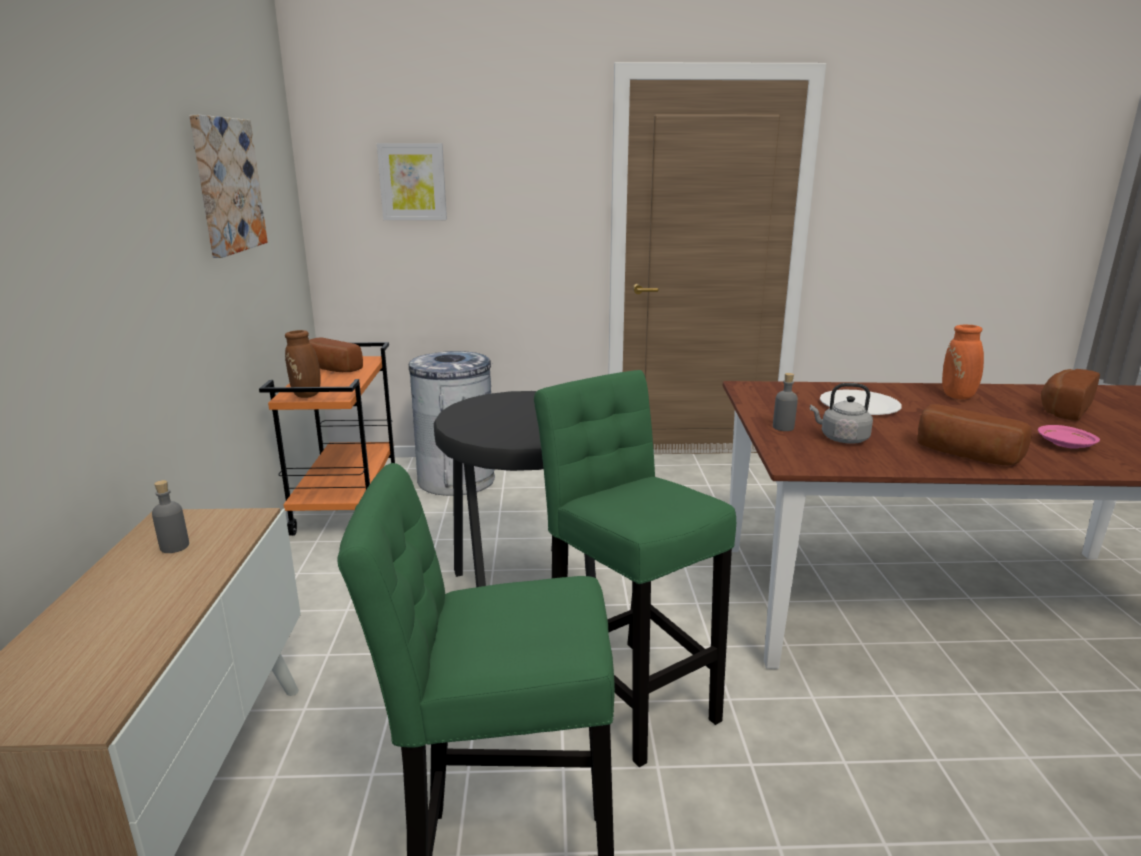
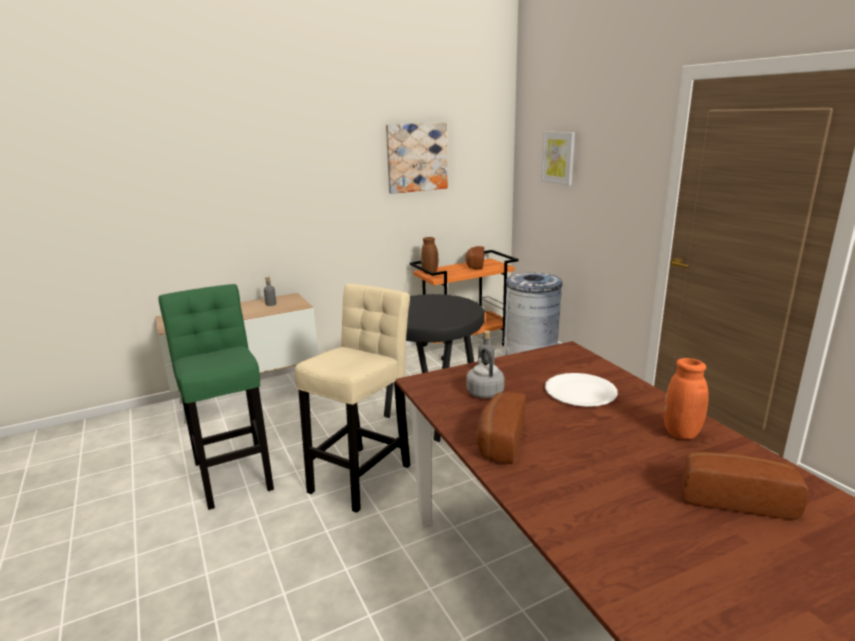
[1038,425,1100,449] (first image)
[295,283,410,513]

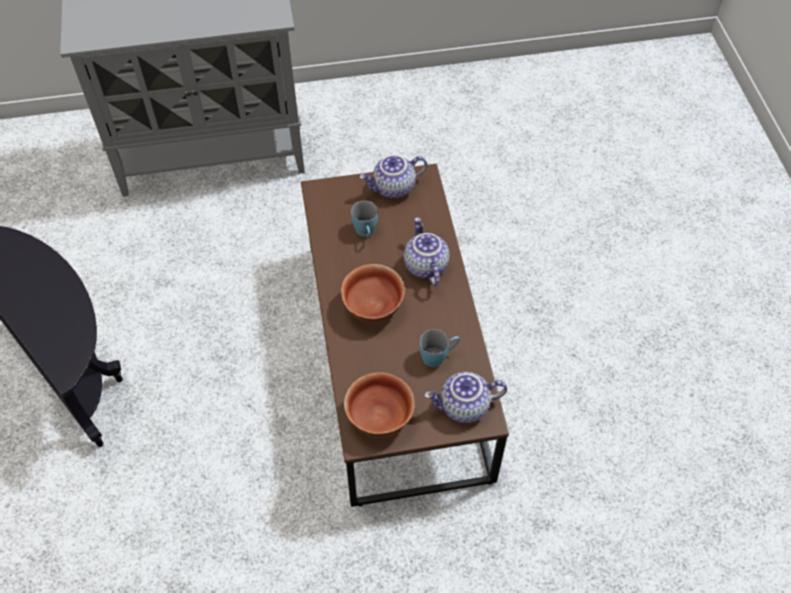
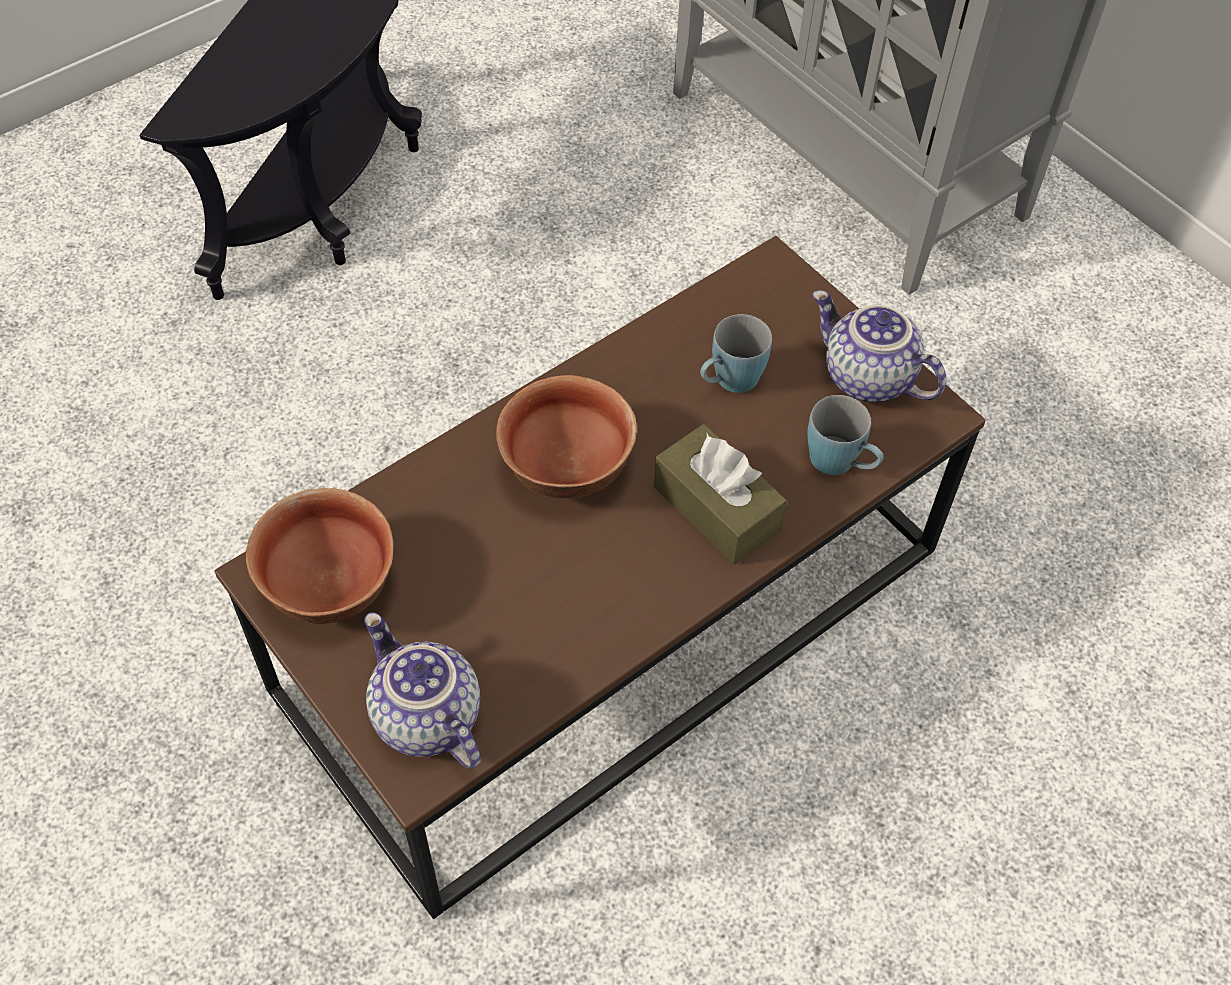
[807,395,884,475]
[654,424,787,565]

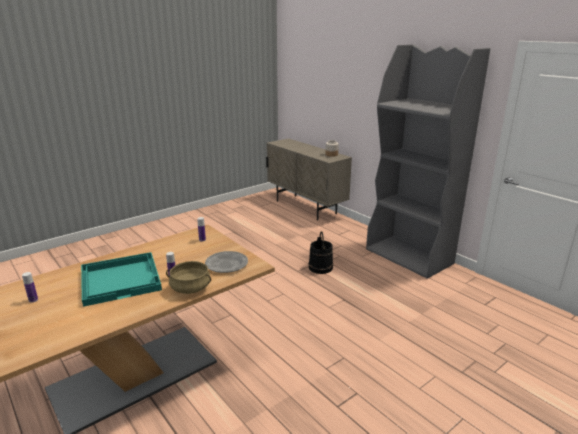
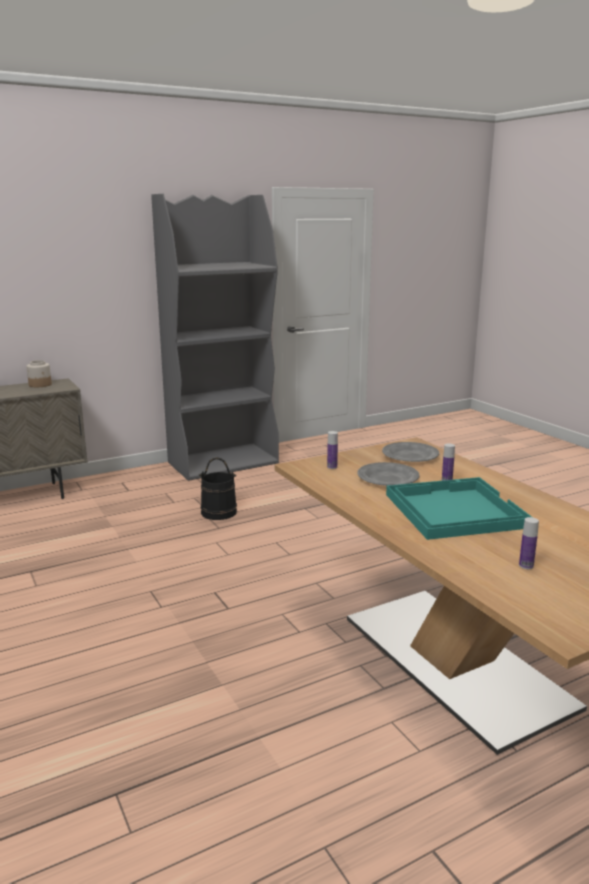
[166,261,211,294] (first image)
[357,462,420,486]

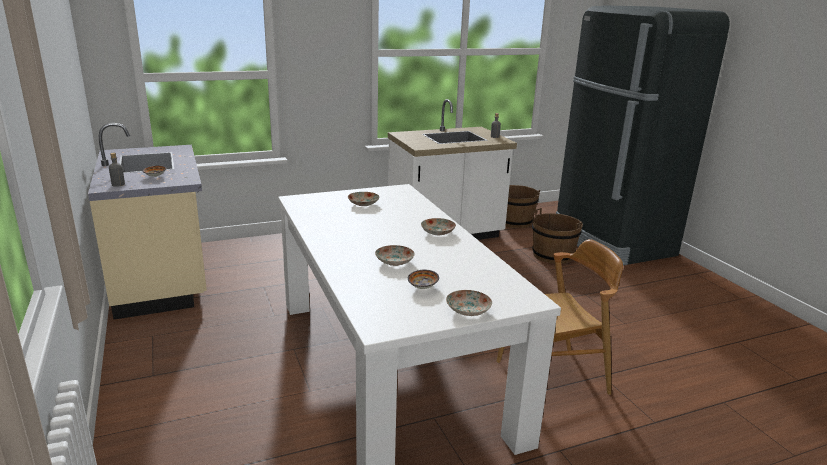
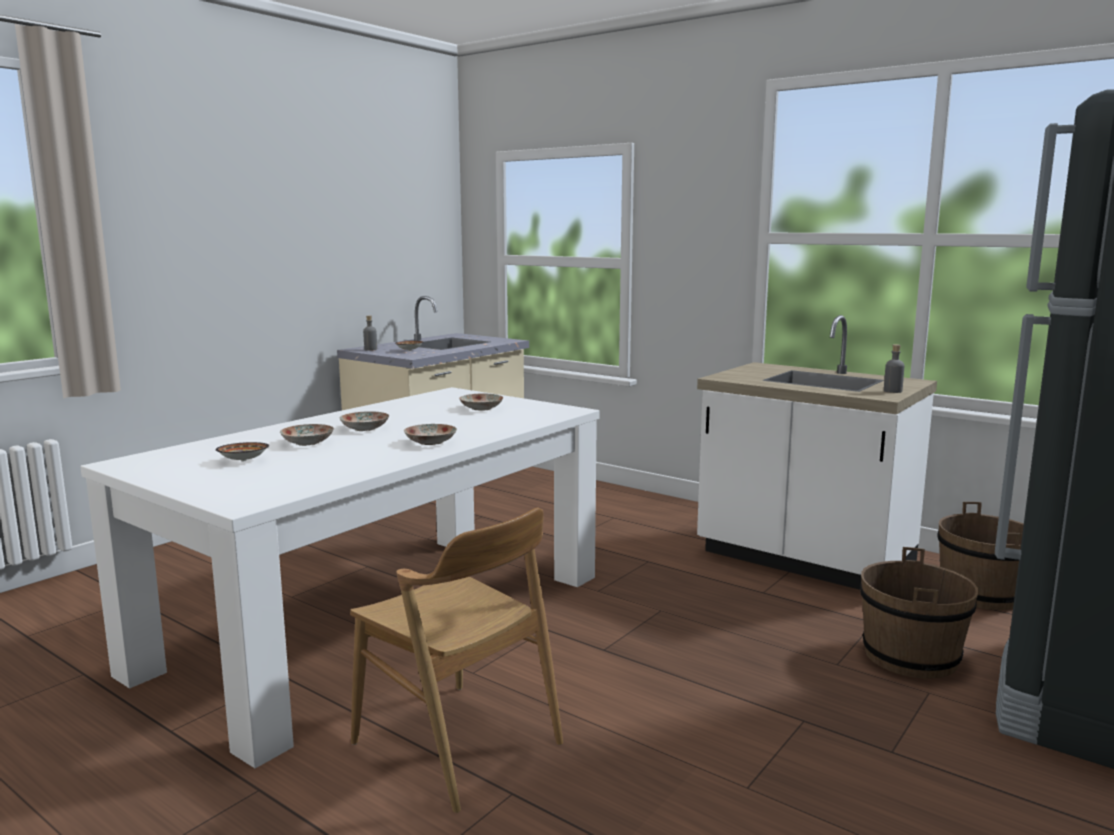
[340,411,389,431]

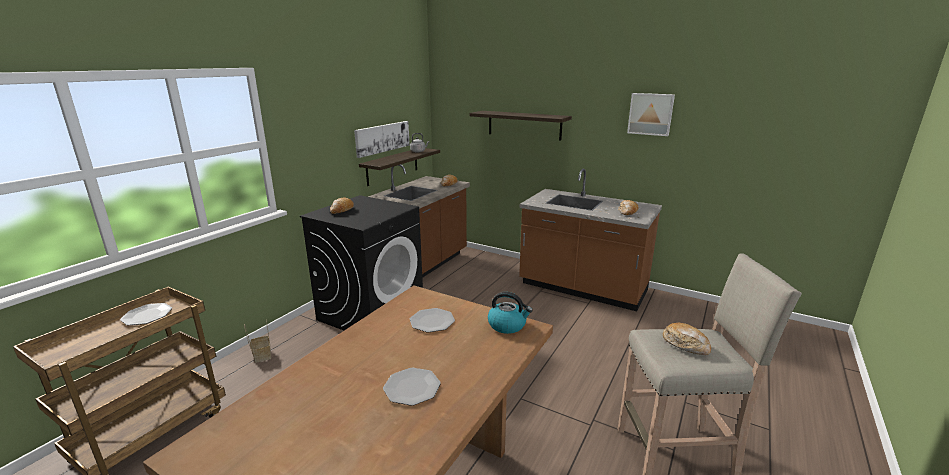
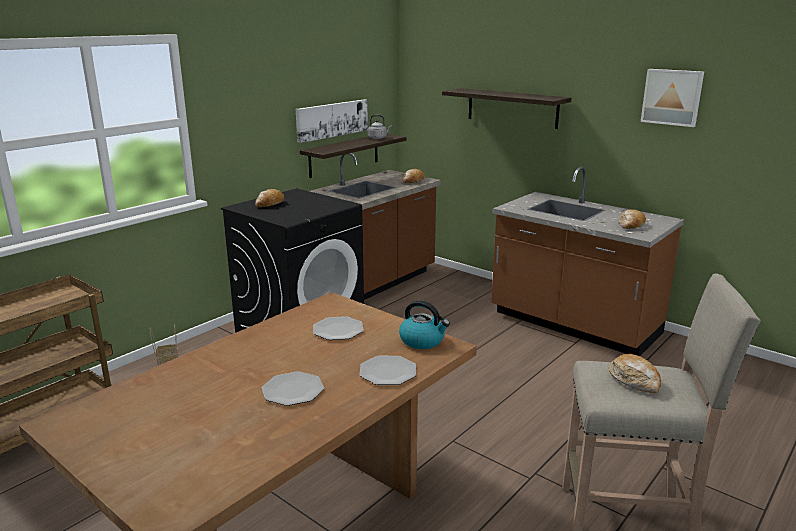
[359,356,416,385]

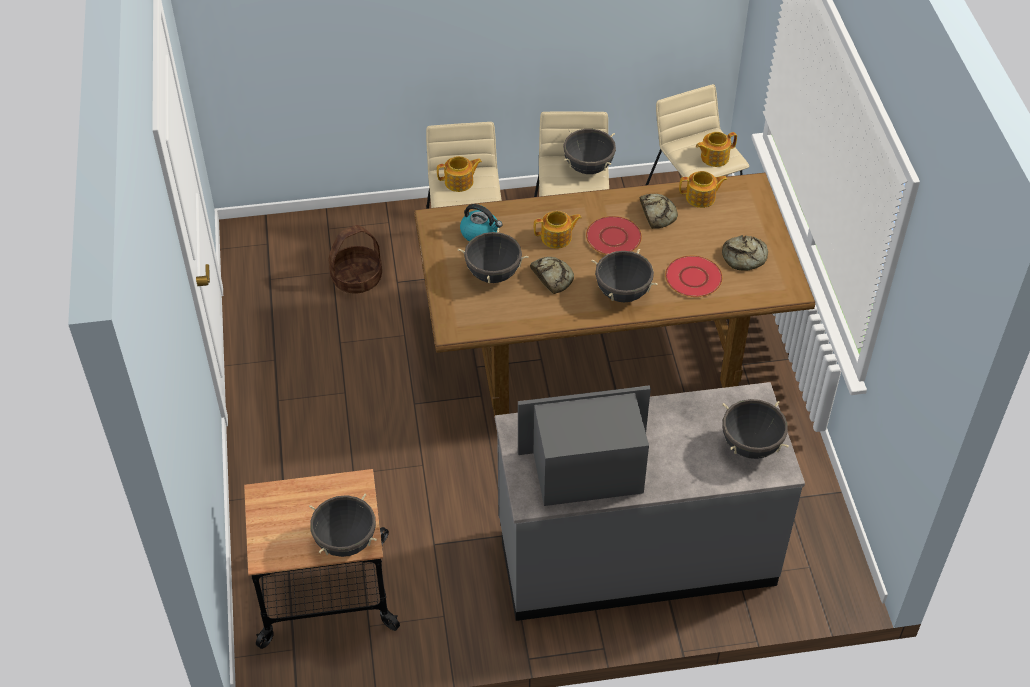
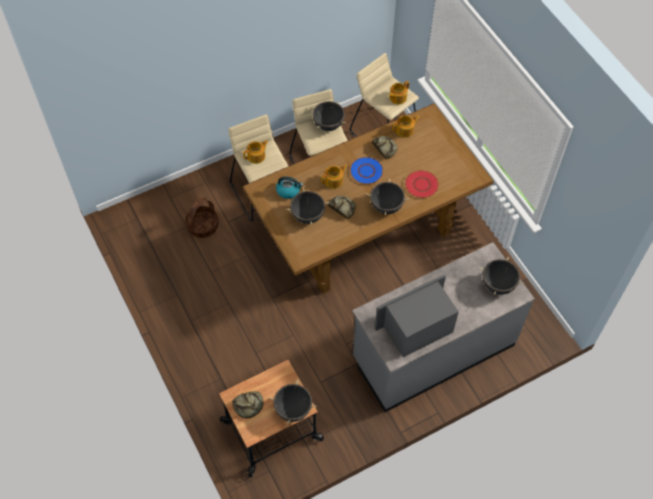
[232,391,263,419]
[350,157,384,184]

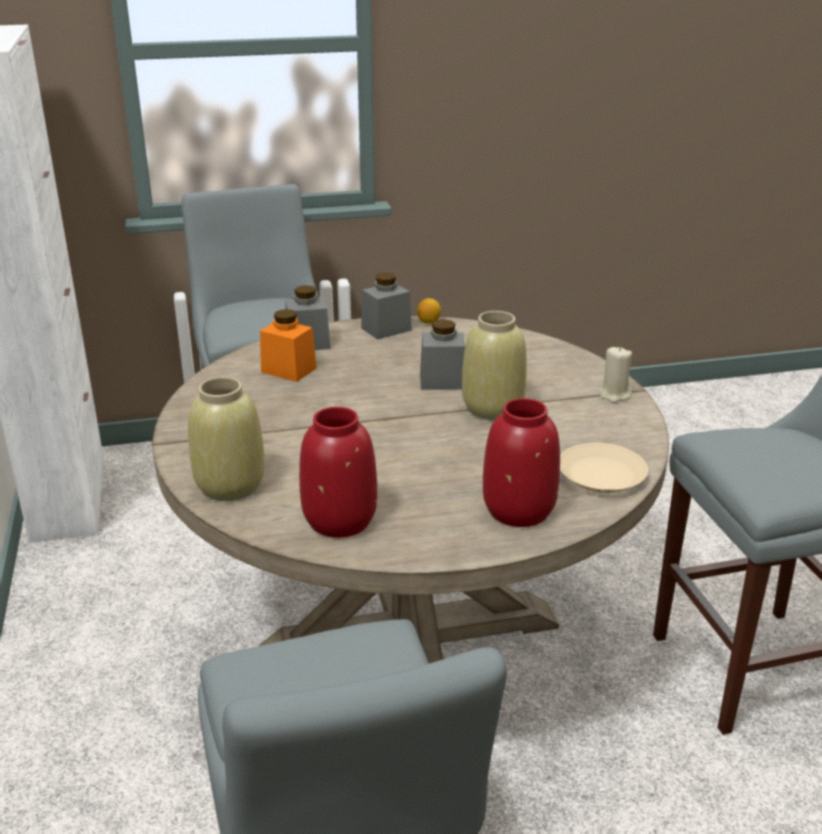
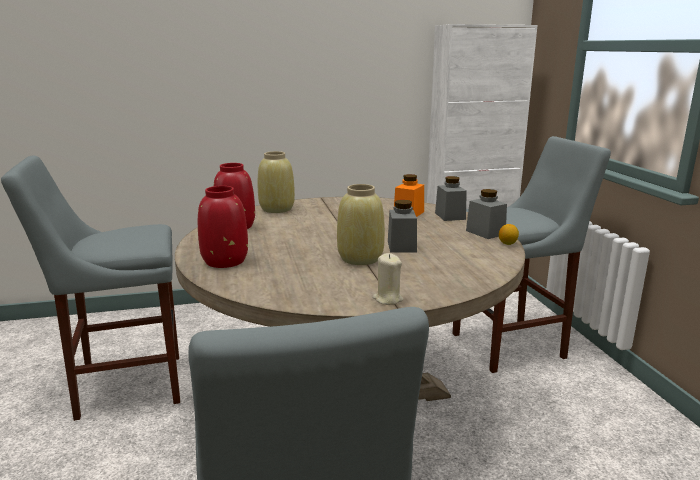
[560,443,648,493] (first image)

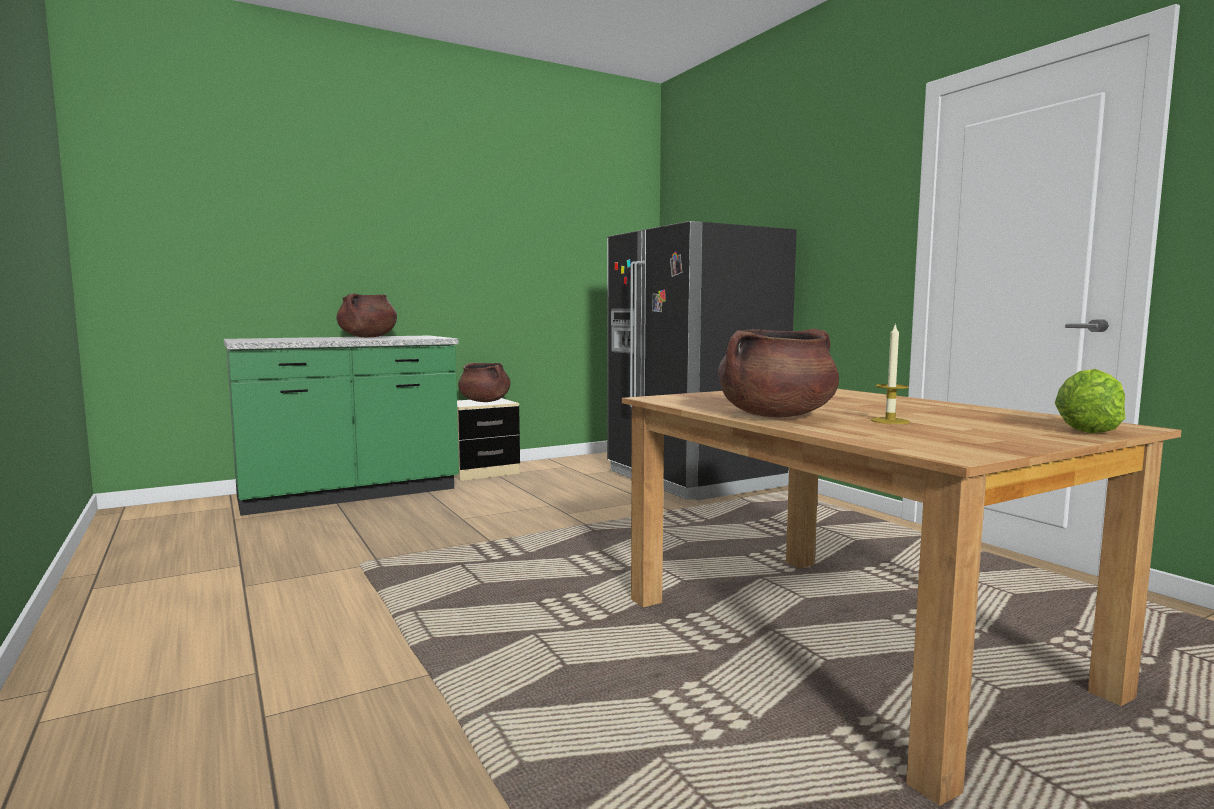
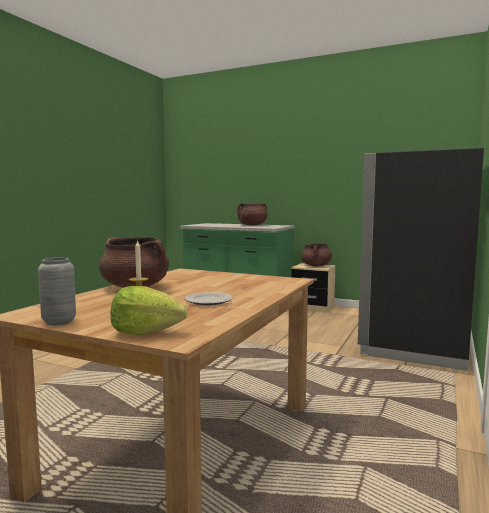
[38,258,76,325]
[185,292,233,305]

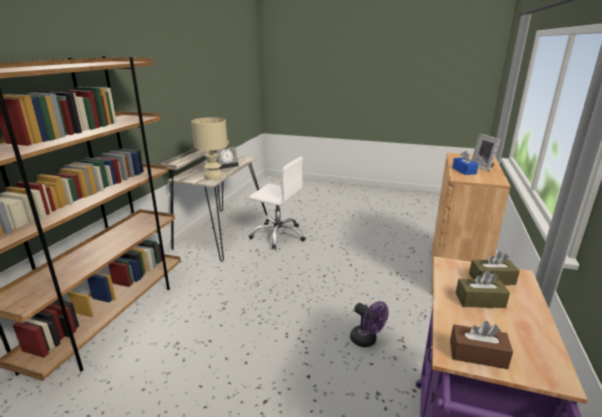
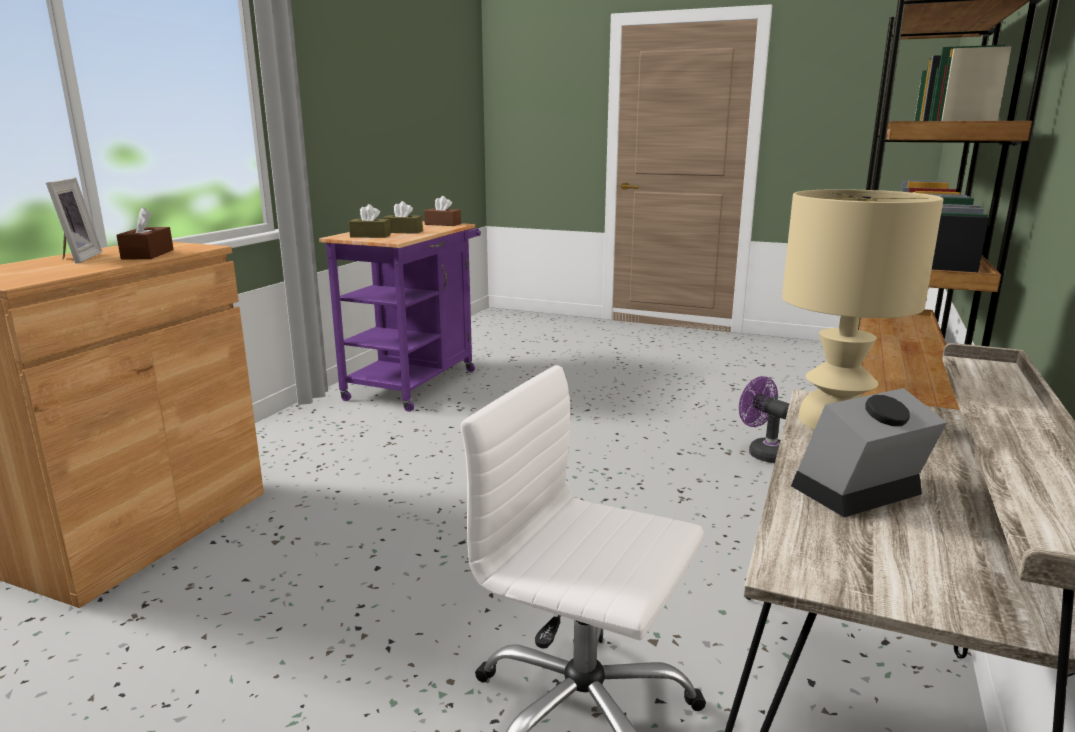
[739,376,789,463]
[116,207,174,260]

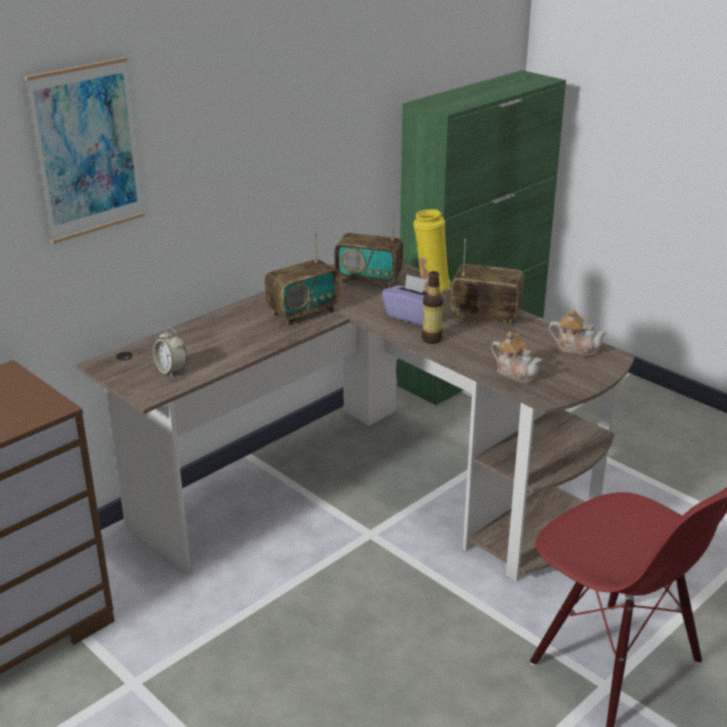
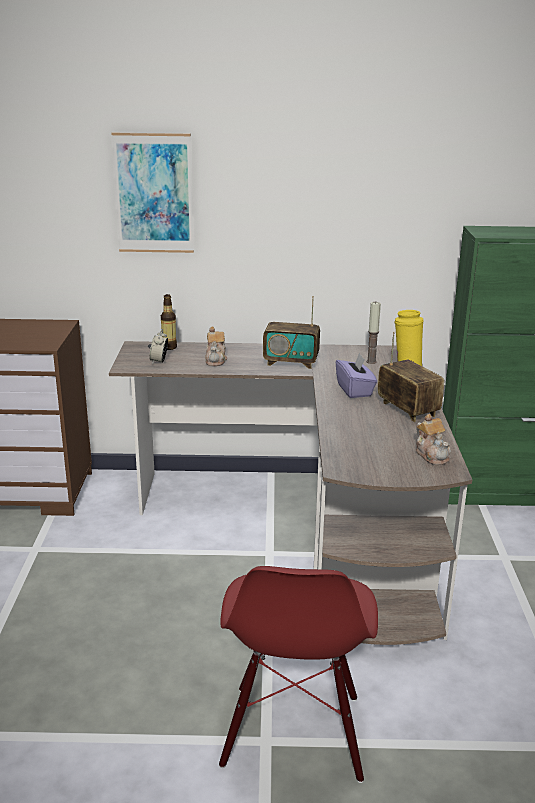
[161,294,177,350]
[205,327,227,366]
[366,302,381,364]

